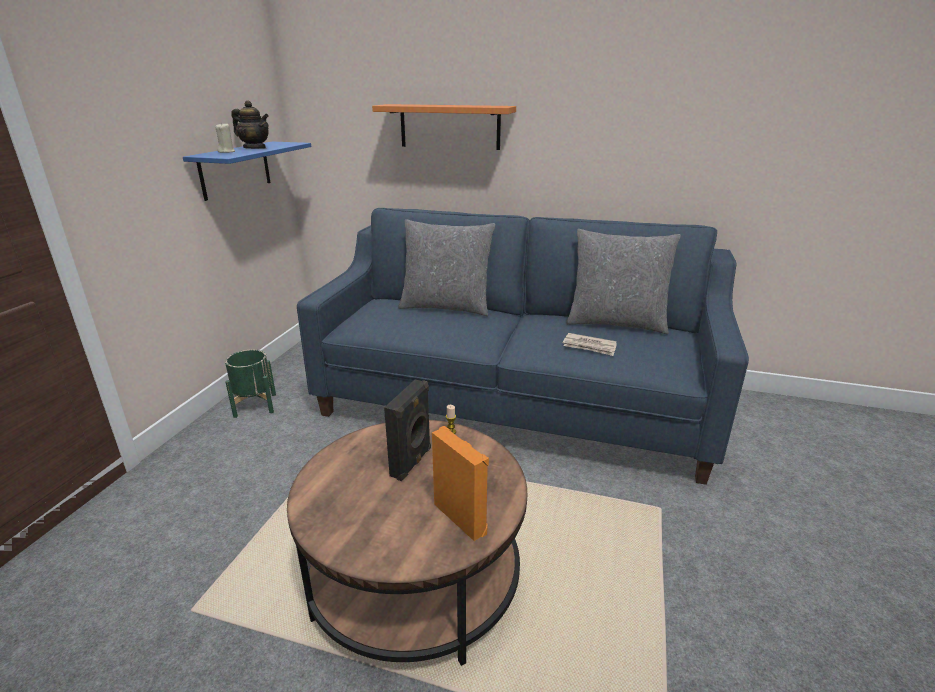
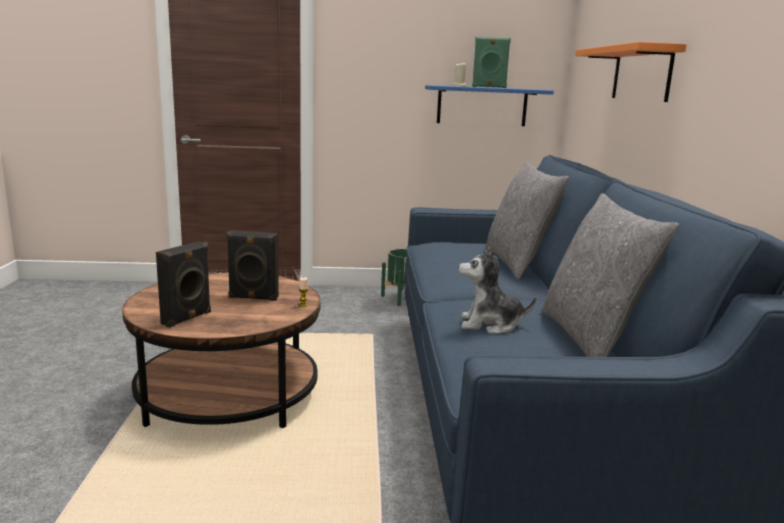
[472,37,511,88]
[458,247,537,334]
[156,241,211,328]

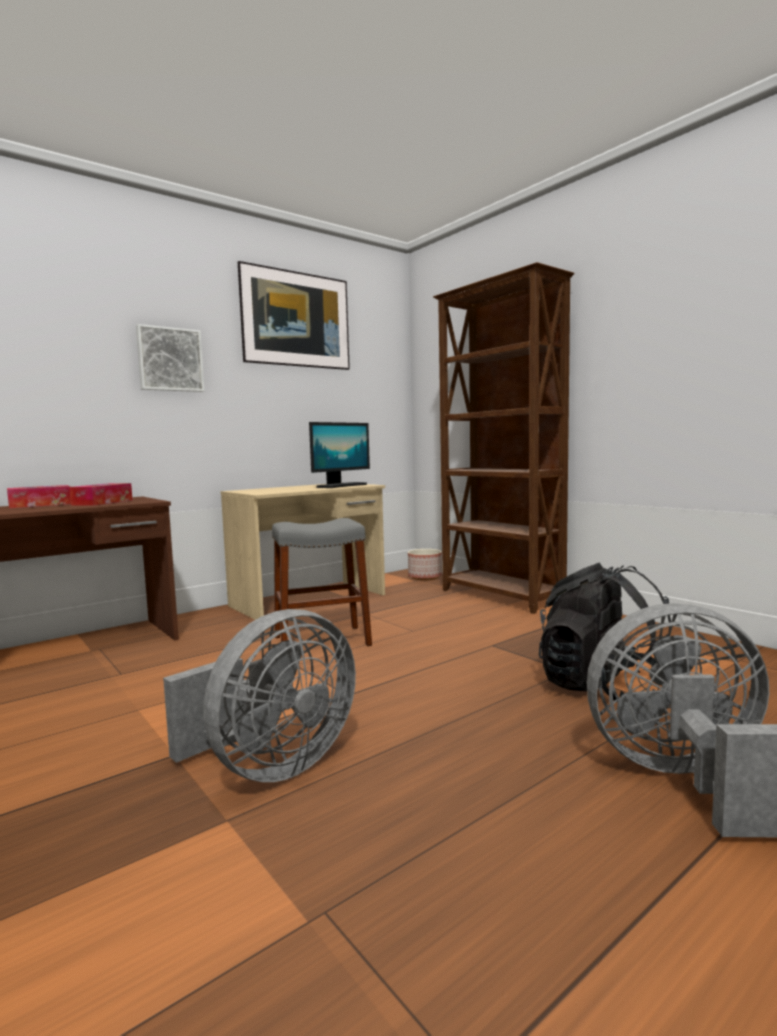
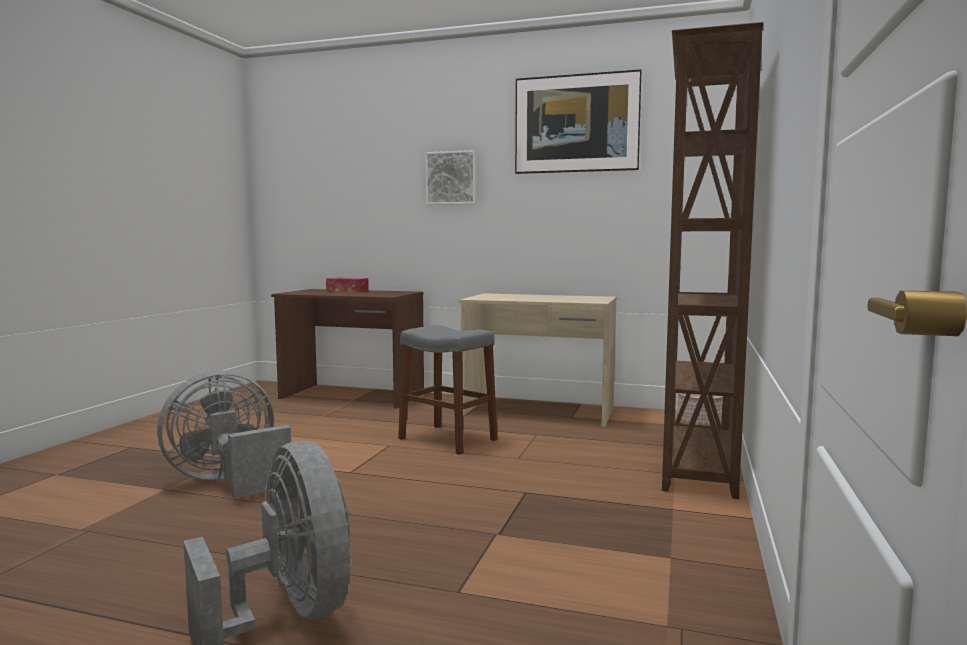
[69,483,133,506] (first image)
[309,422,370,488] (first image)
[539,563,671,702] (first image)
[157,370,291,498]

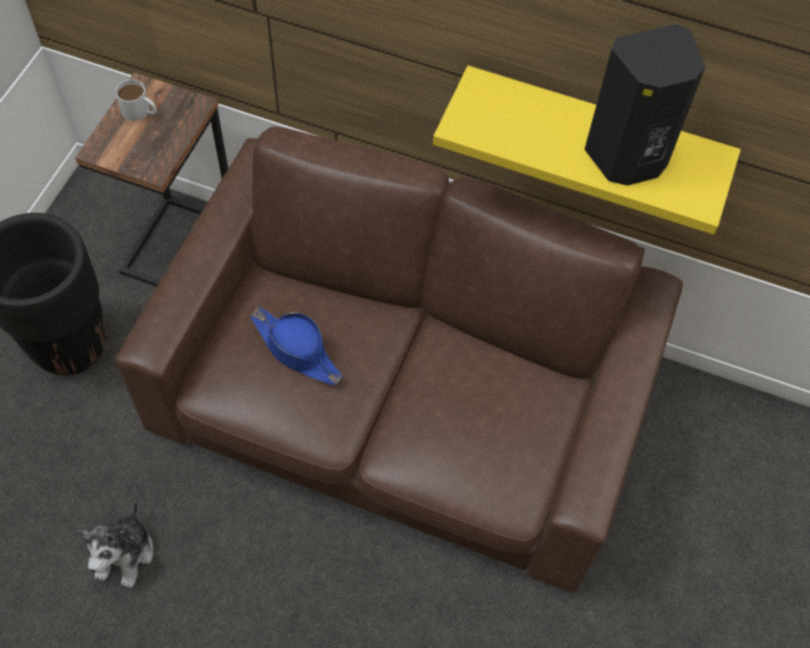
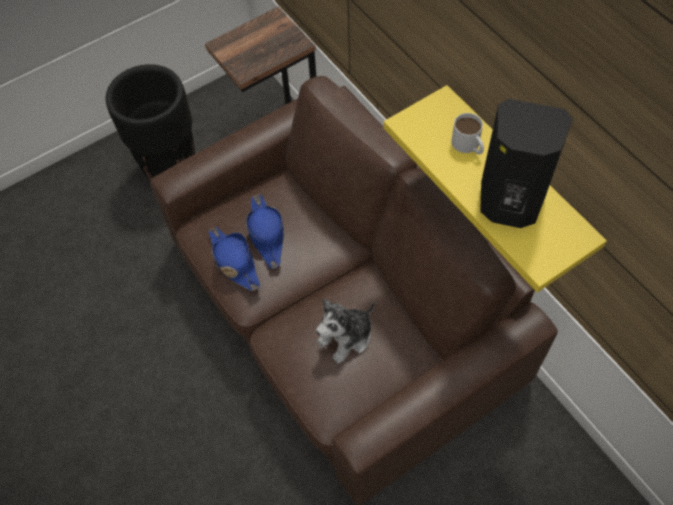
[209,227,261,291]
[316,298,375,364]
[451,113,484,155]

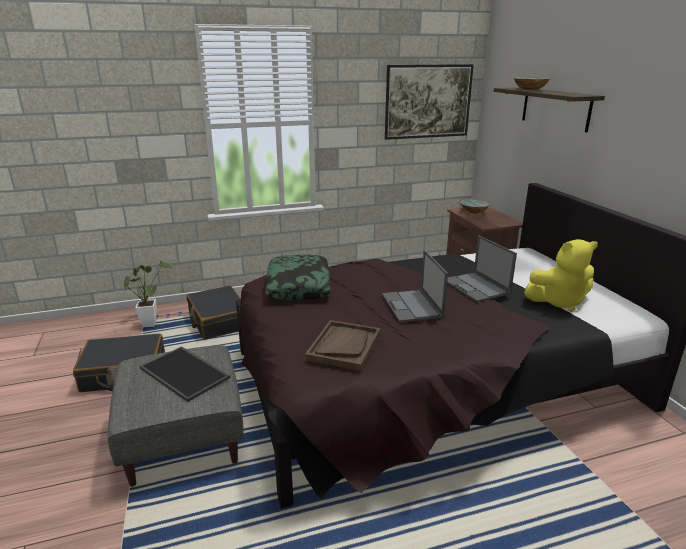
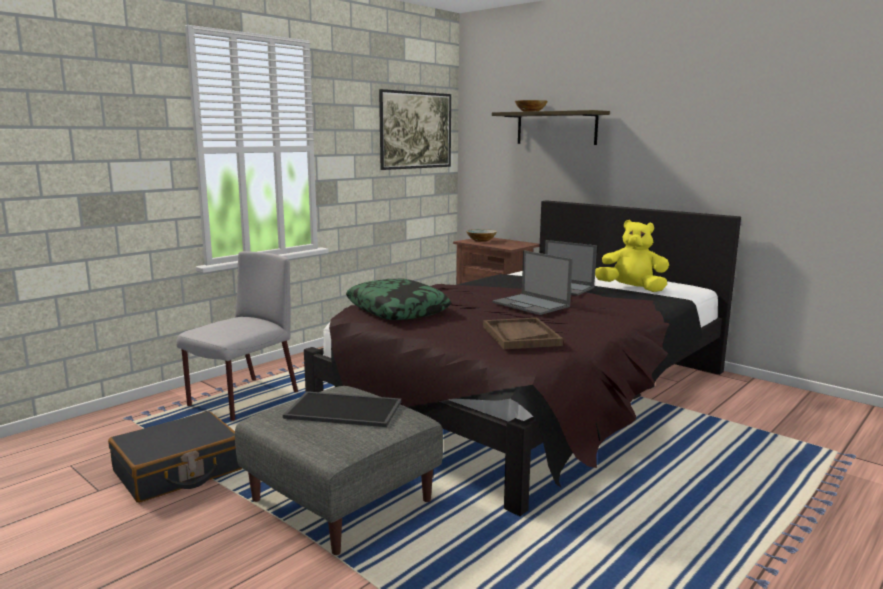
[124,261,172,328] (first image)
[176,251,298,421]
[595,220,669,292]

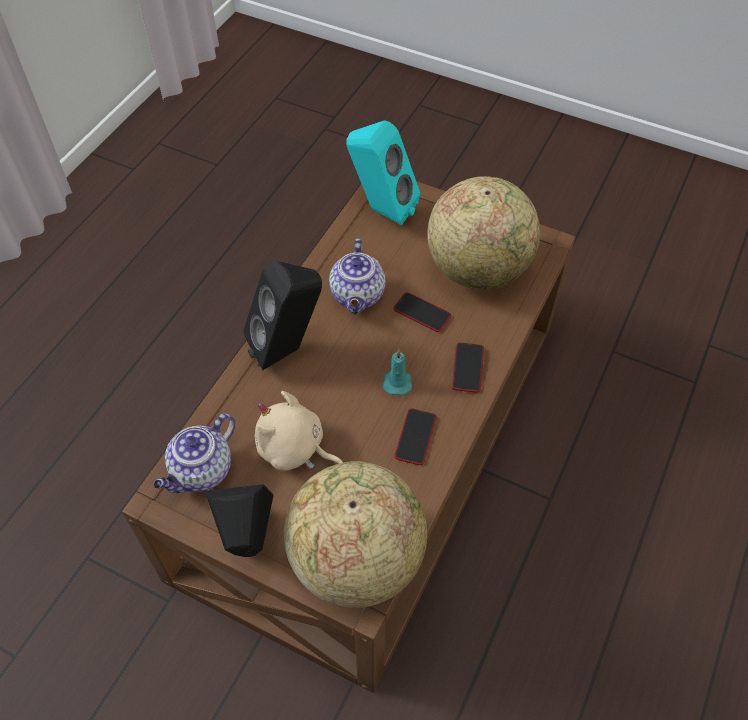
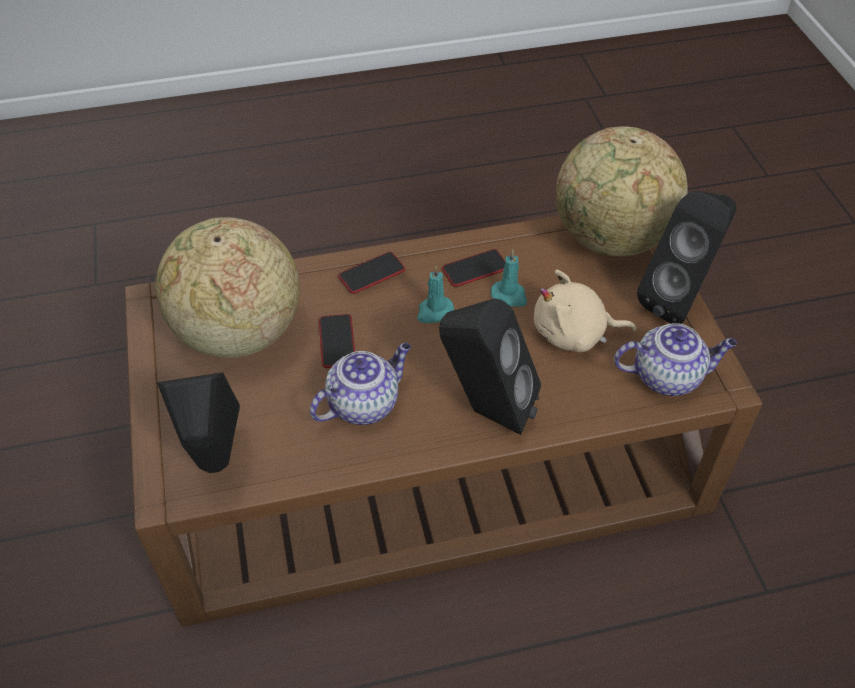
[491,250,527,307]
[157,372,240,473]
[534,270,636,352]

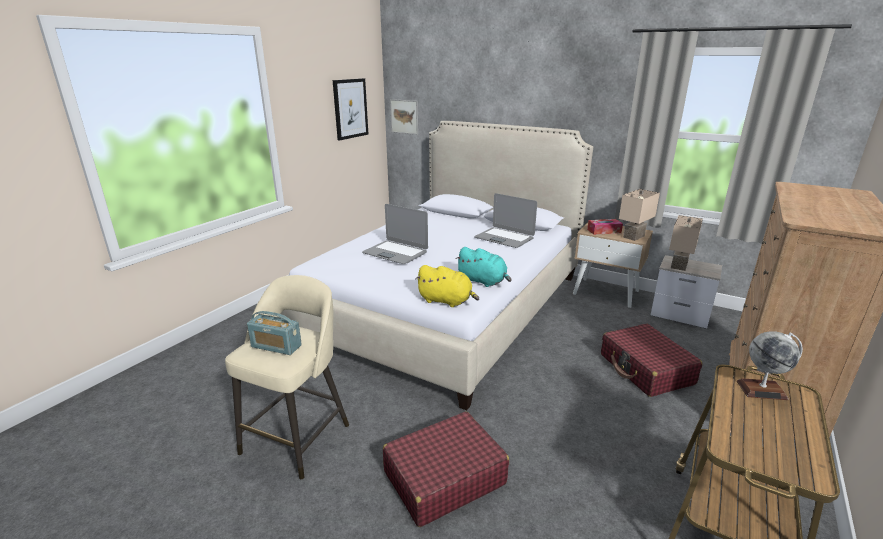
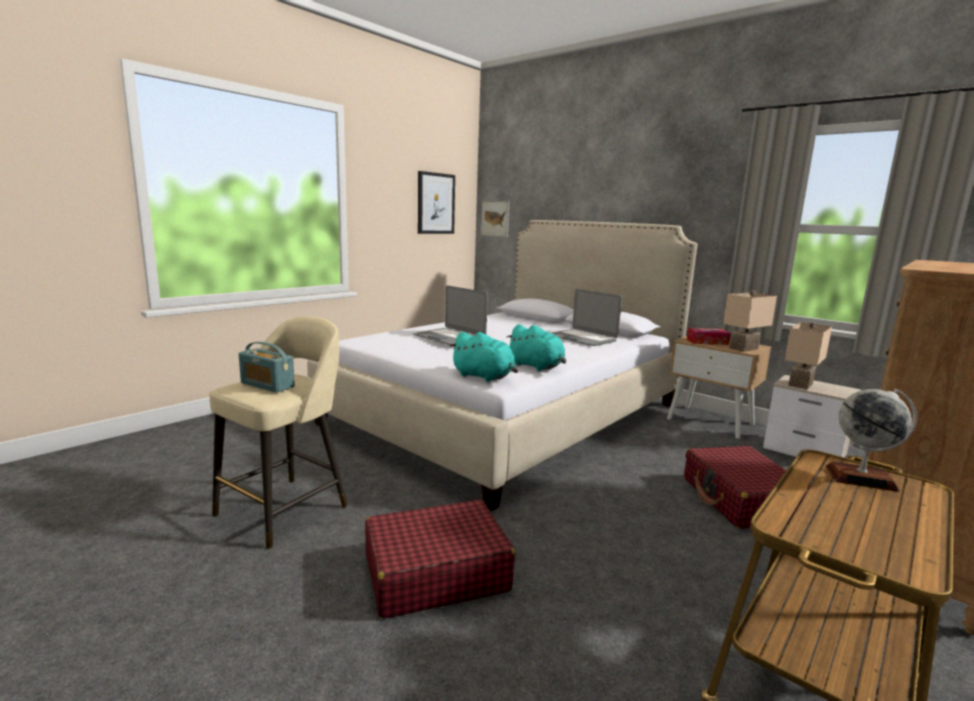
[450,332,518,382]

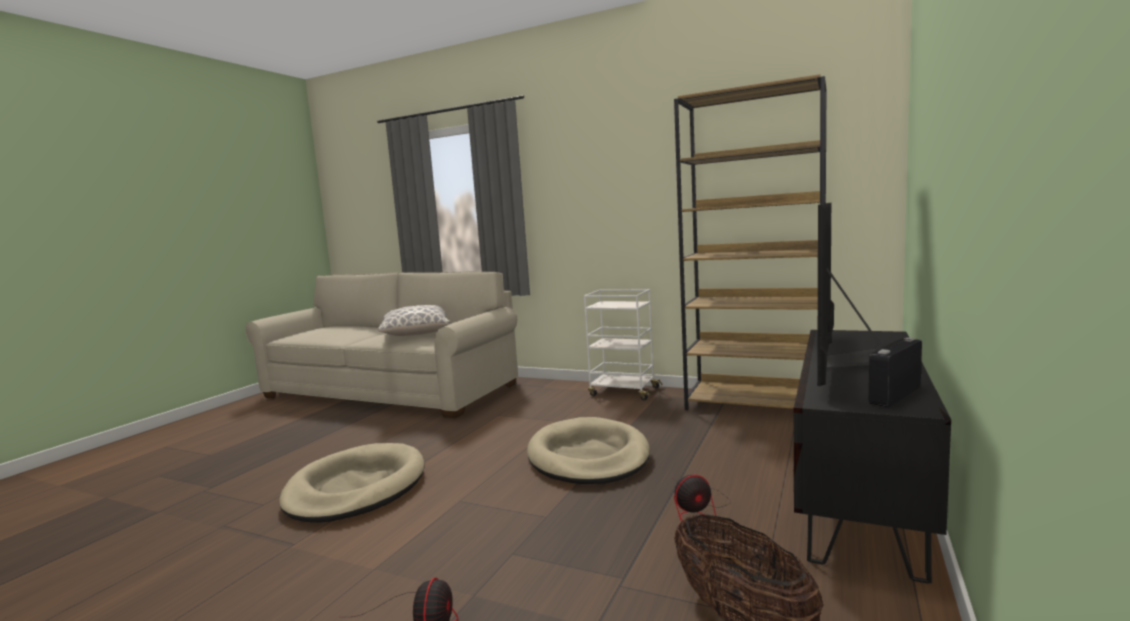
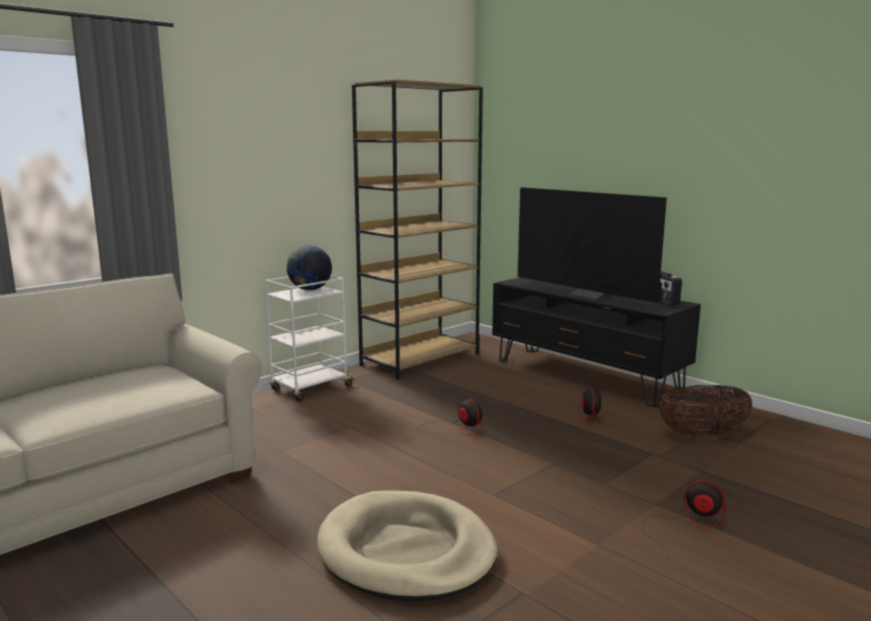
[378,305,450,336] (first image)
[287,245,332,290]
[405,399,485,441]

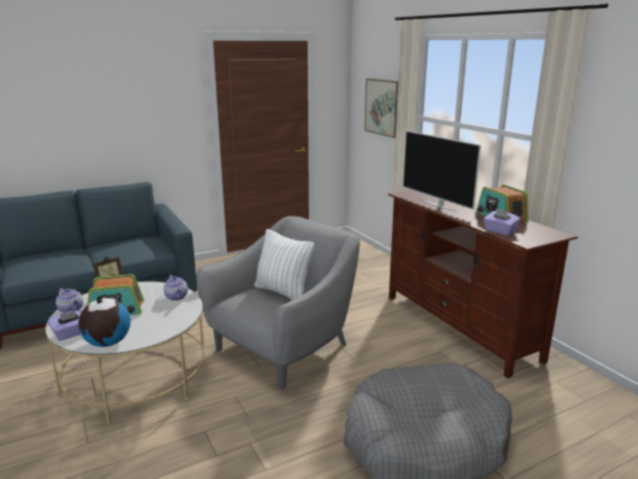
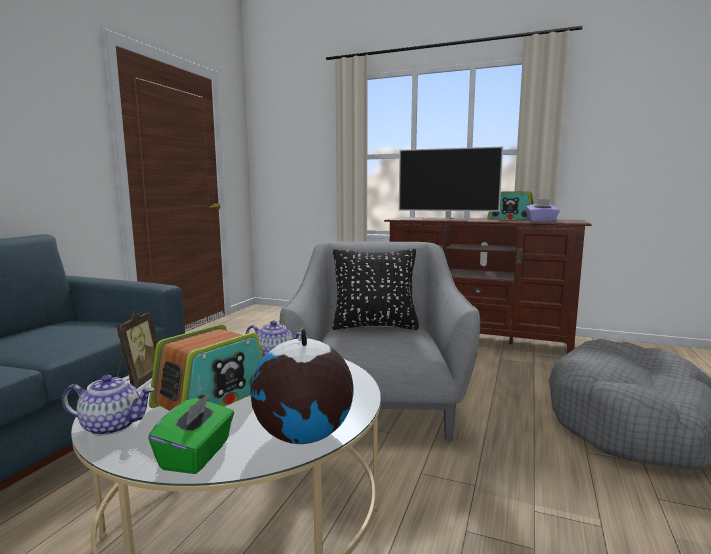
[364,78,398,138] (first image)
[148,393,234,474]
[332,249,419,330]

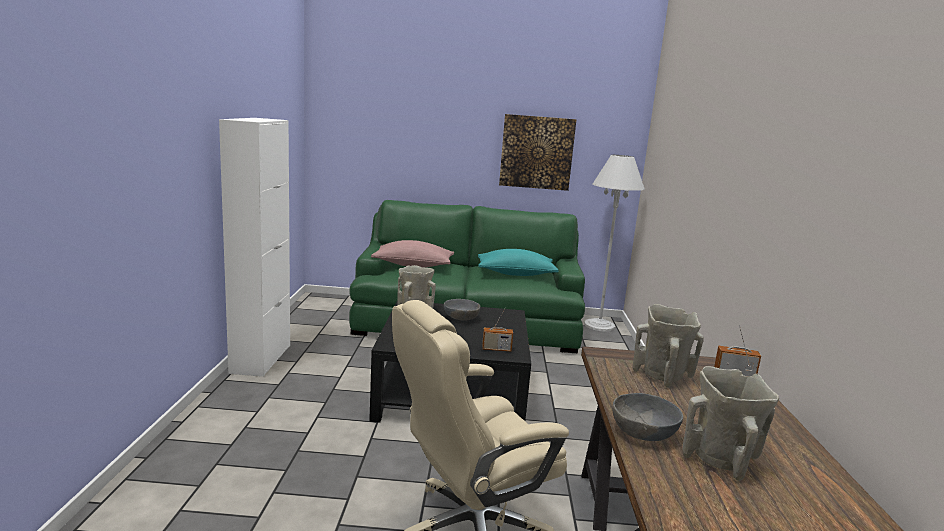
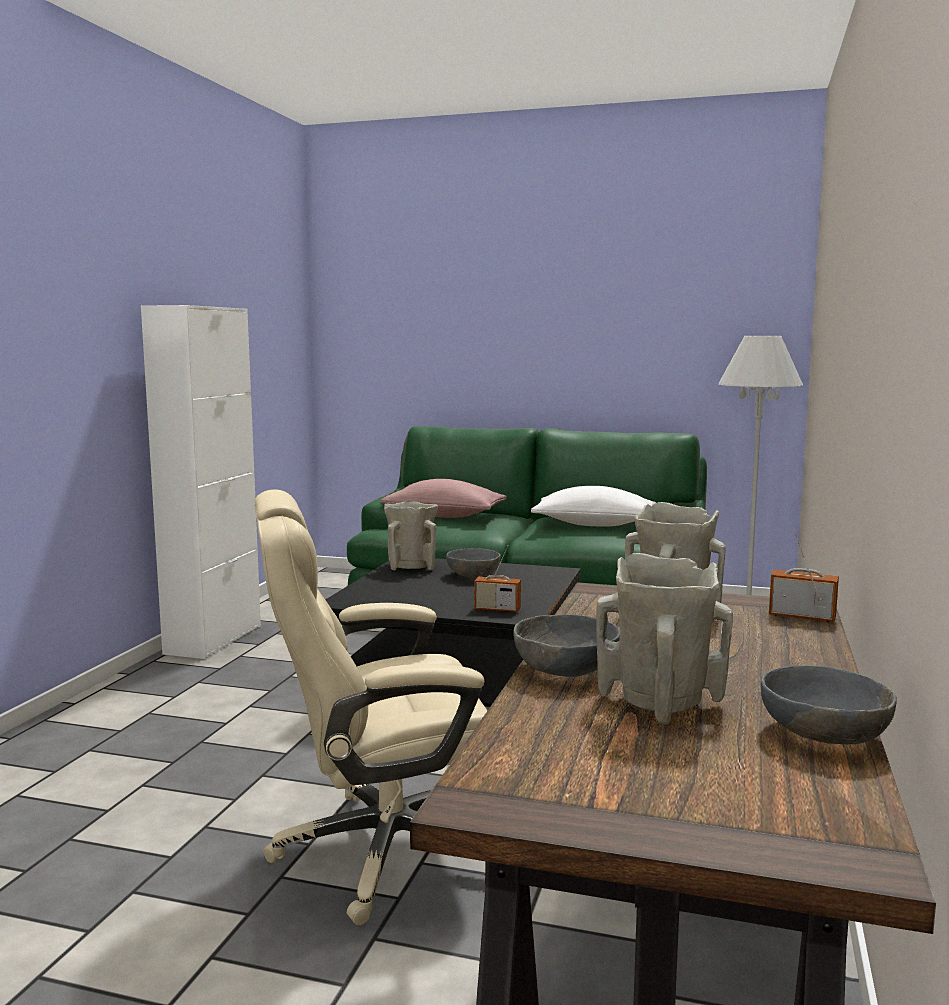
[499,114,576,191] (first image)
[761,665,897,744]
[531,486,656,527]

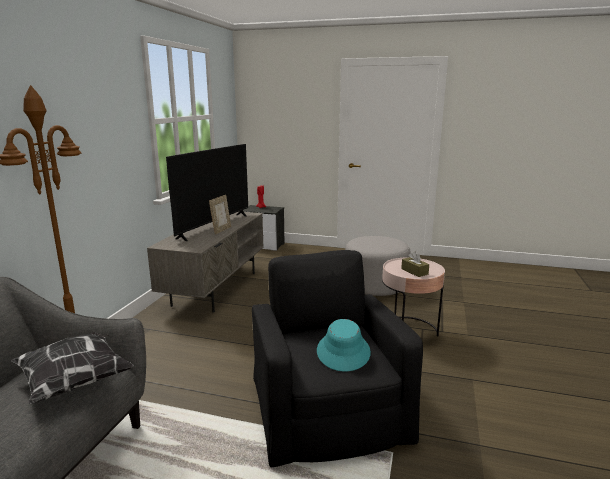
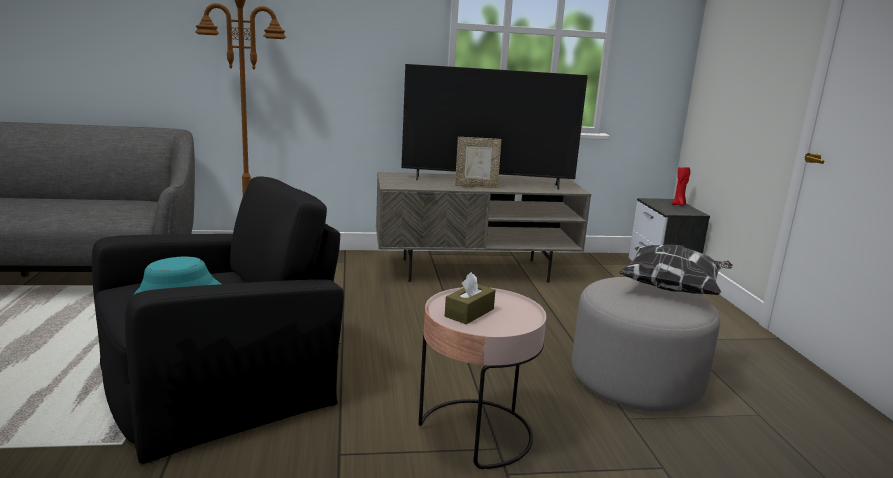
[618,244,733,295]

